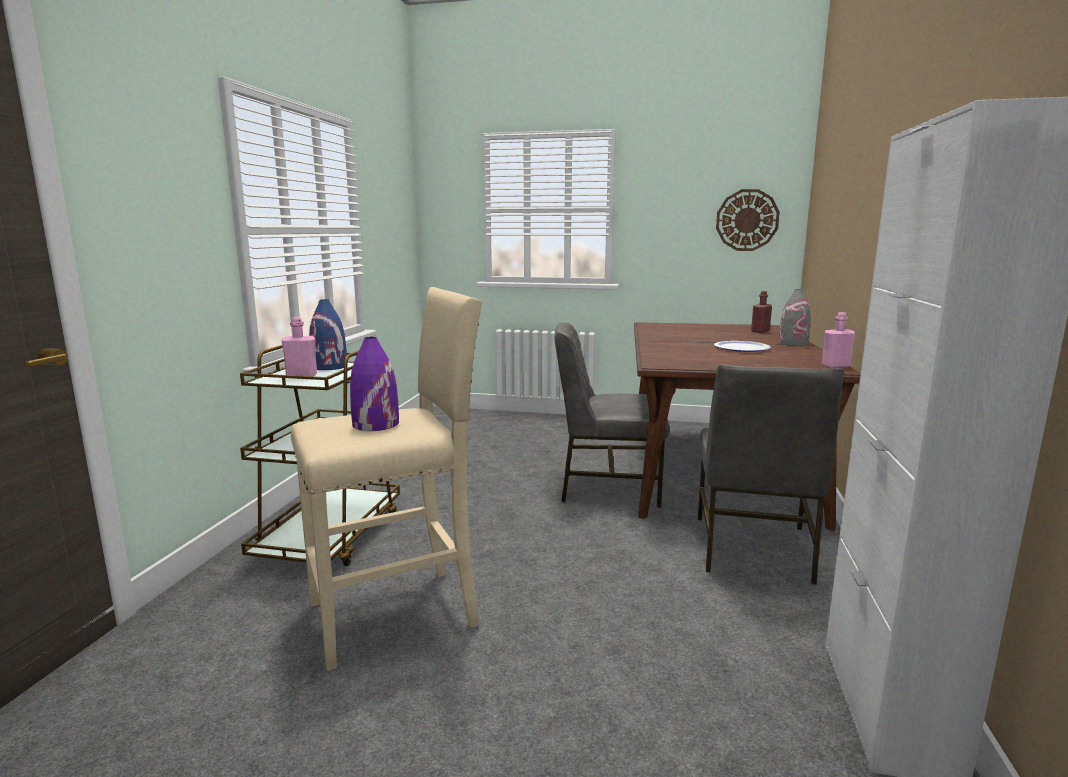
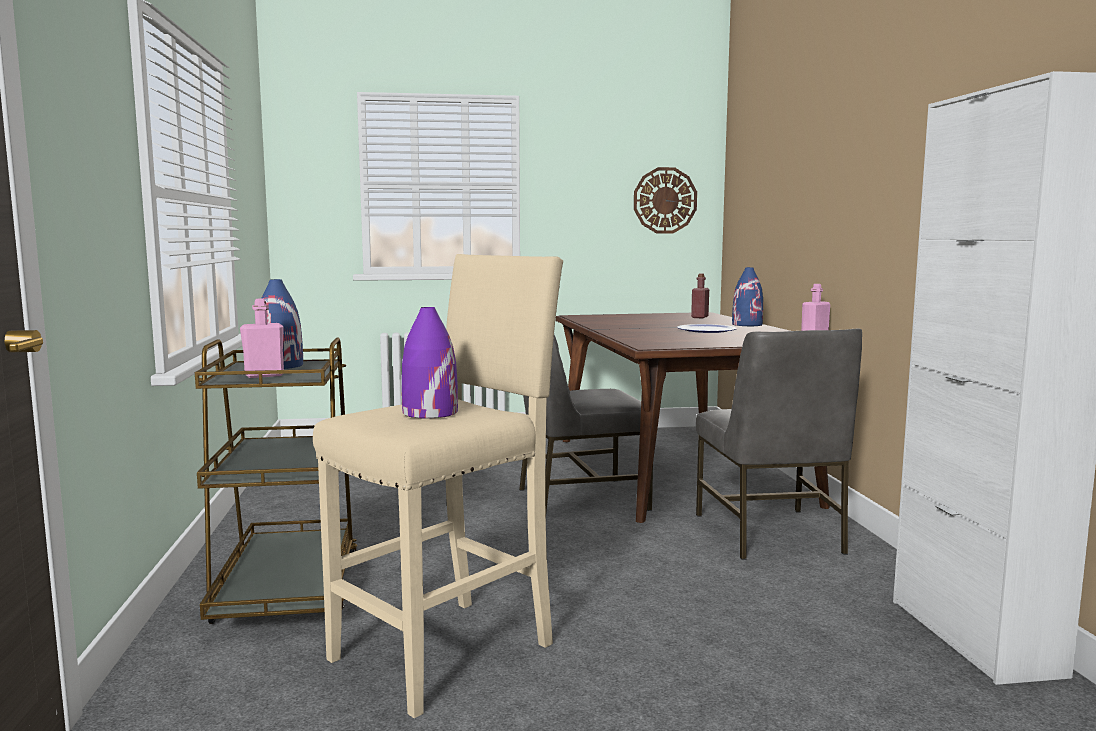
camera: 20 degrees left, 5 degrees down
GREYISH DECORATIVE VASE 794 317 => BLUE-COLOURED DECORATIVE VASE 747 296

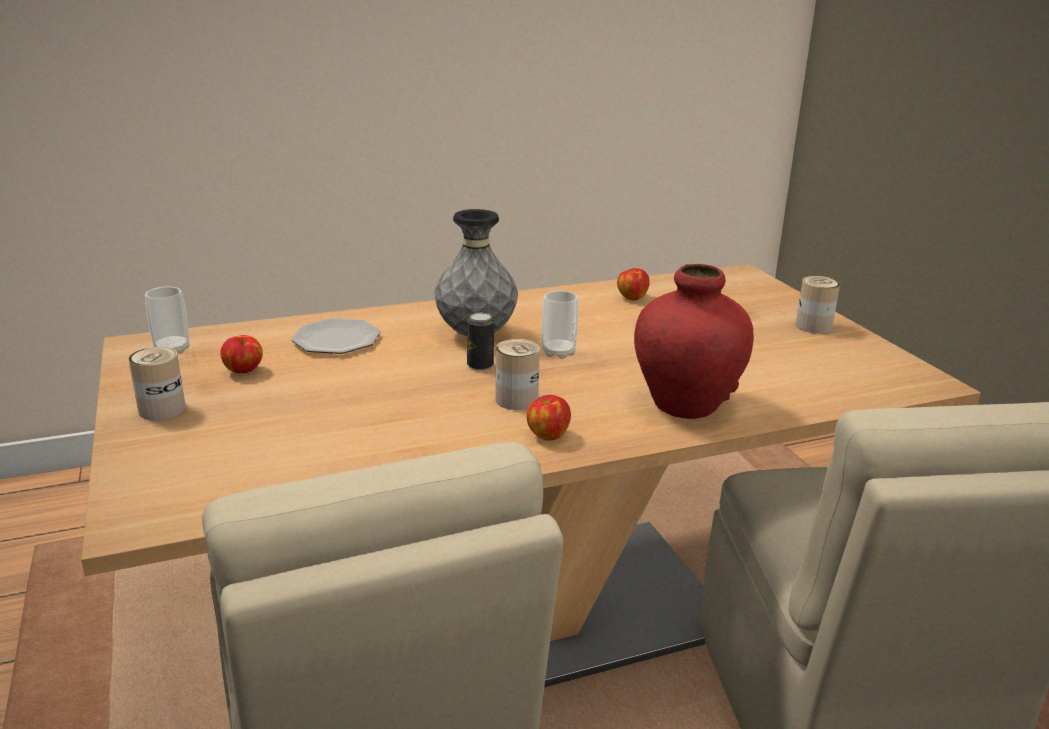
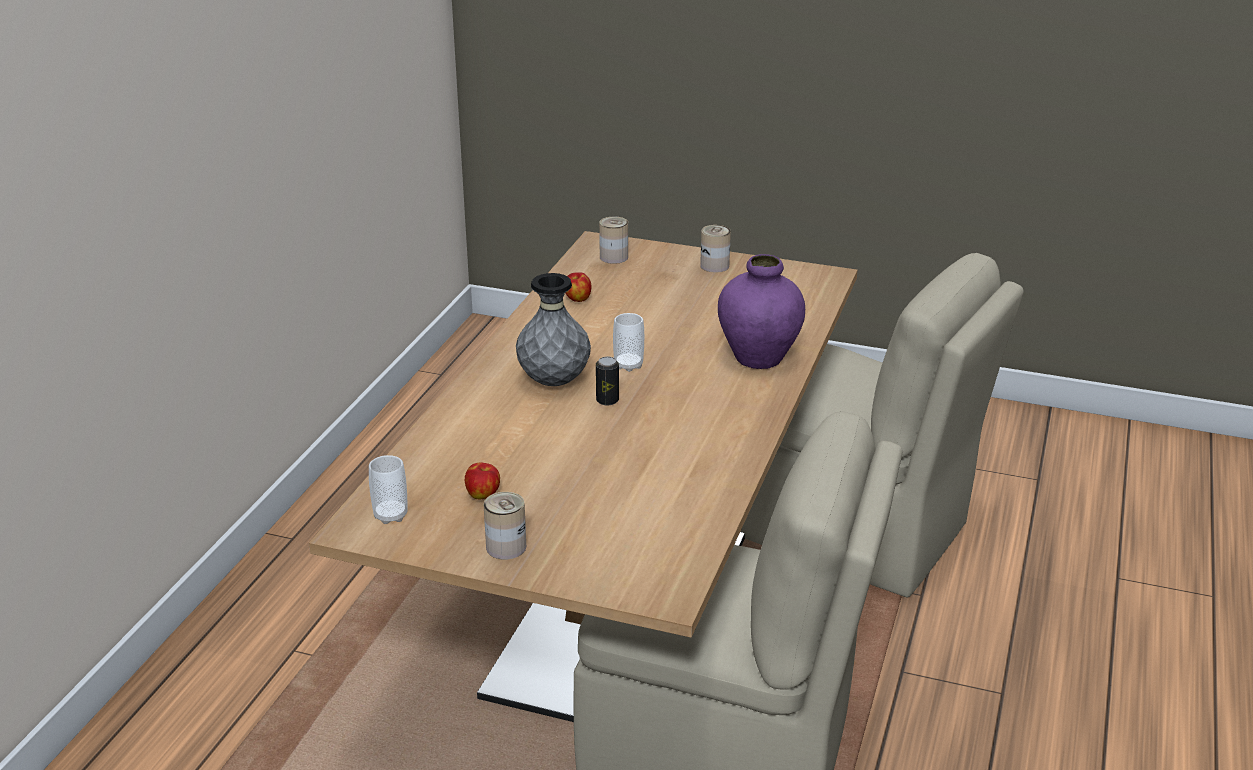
camera: 50 degrees left, 5 degrees up
FLAT DISH 336 336 => nothing
CAN 517 374 => CAN 613 240, move
APPLE 548 417 => nothing
RED DECORATIVE VASE 694 341 => PURPLE-COLOURED DECORATIVE VASE 761 311

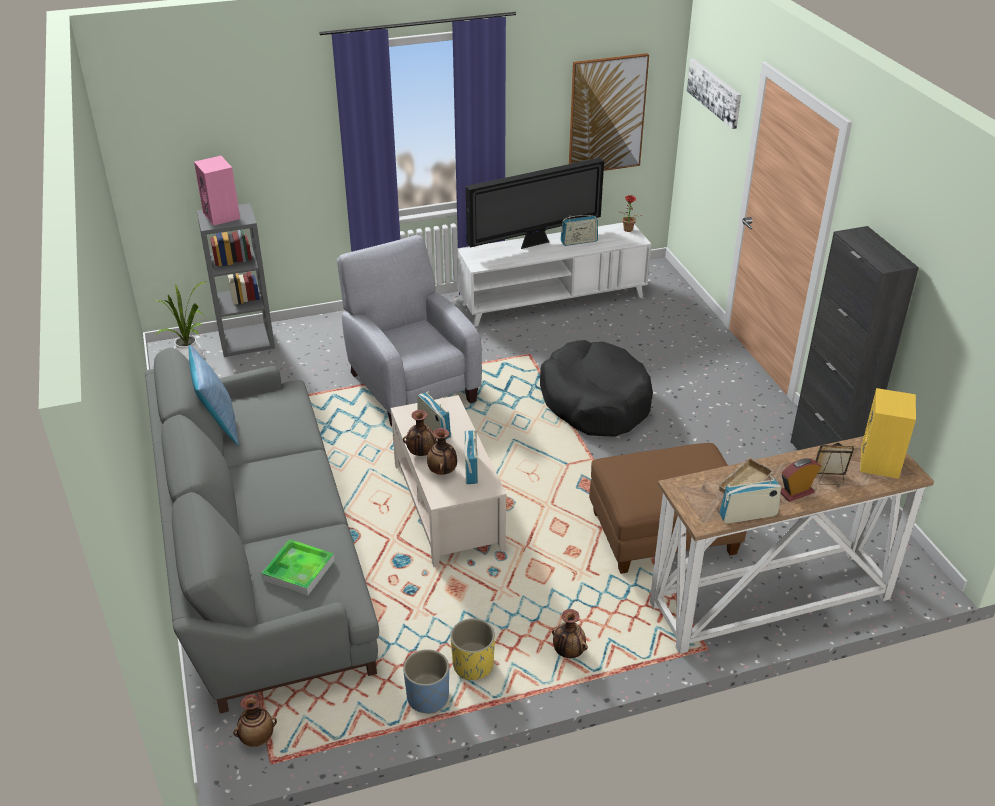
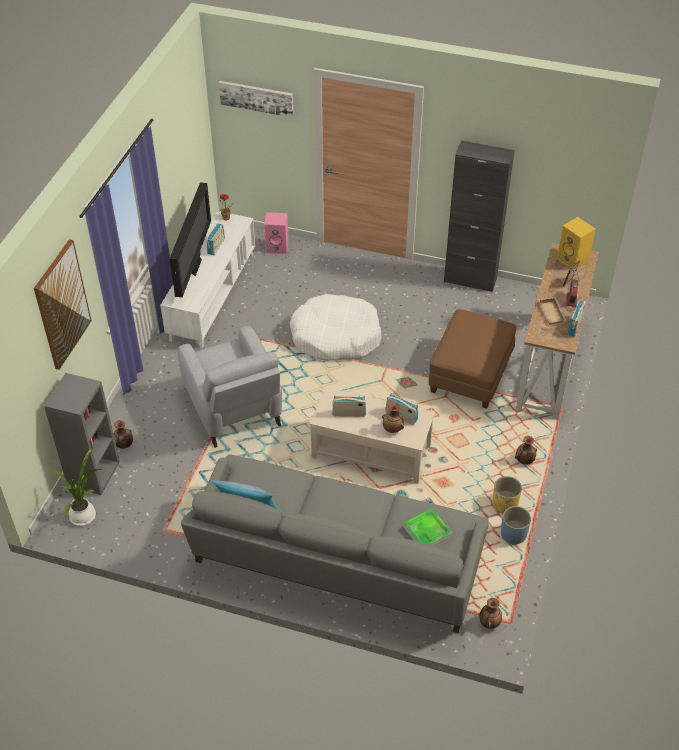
camera: 55 degrees left, 10 degrees up
PINK LOUDSPEAKER 217 191 => PINK LOUDSPEAKER 276 233, move
GREYISH ARMCHAIR 409 330 => GREYISH ARMCHAIR 230 387, 120 degrees counterclockwise
DECORATIVE VASE 420 433 => DECORATIVE VASE 123 434, move
BLACK-COLOURED DOG CUSHION 596 388 => WHITE-COLOURED DOG CUSHION 336 327
WALL ART 609 112 => WALL ART 63 304, move

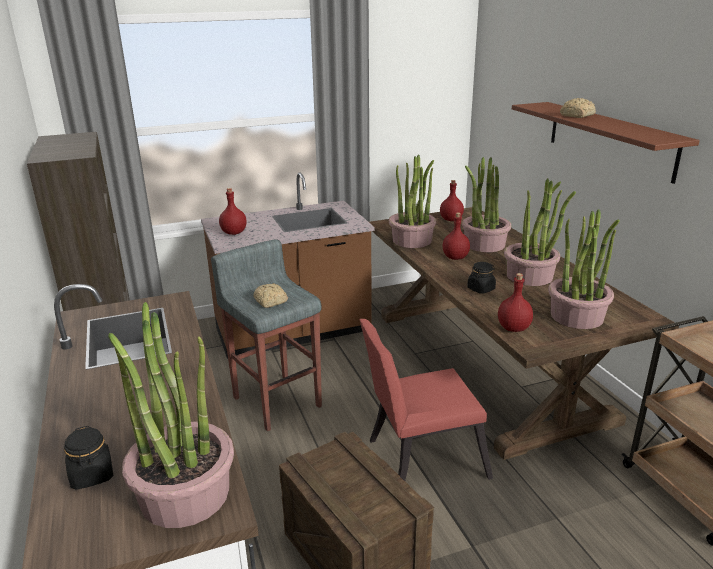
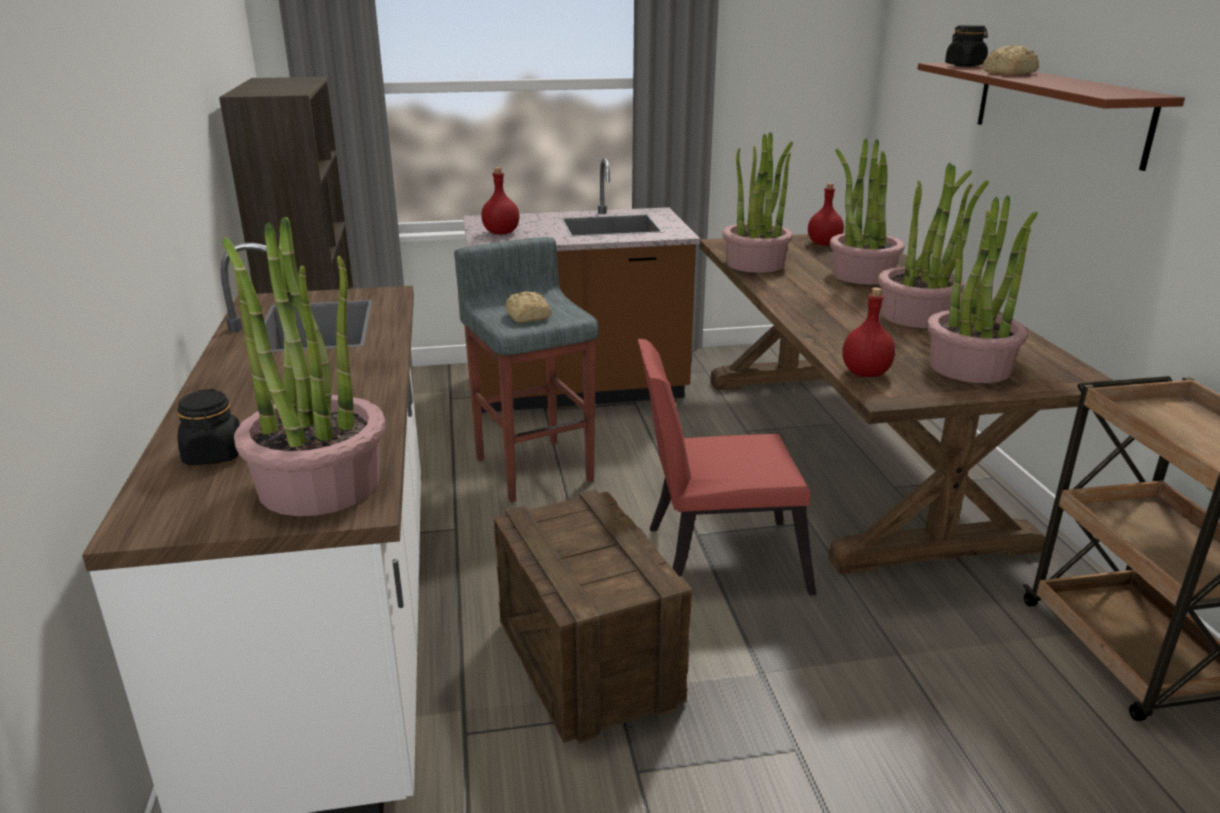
camera: 10 degrees right, 0 degrees up
RED BOTTLE 456 236 => nothing
BLACK-COLOURED STORAGE JAR 482 278 => BLACK-COLOURED STORAGE JAR 966 46, move

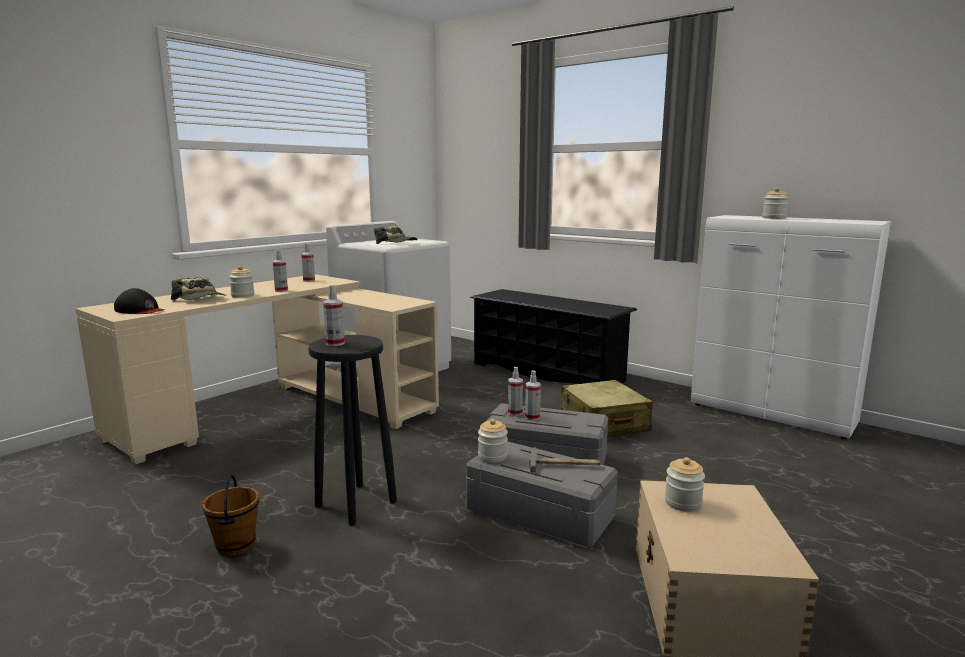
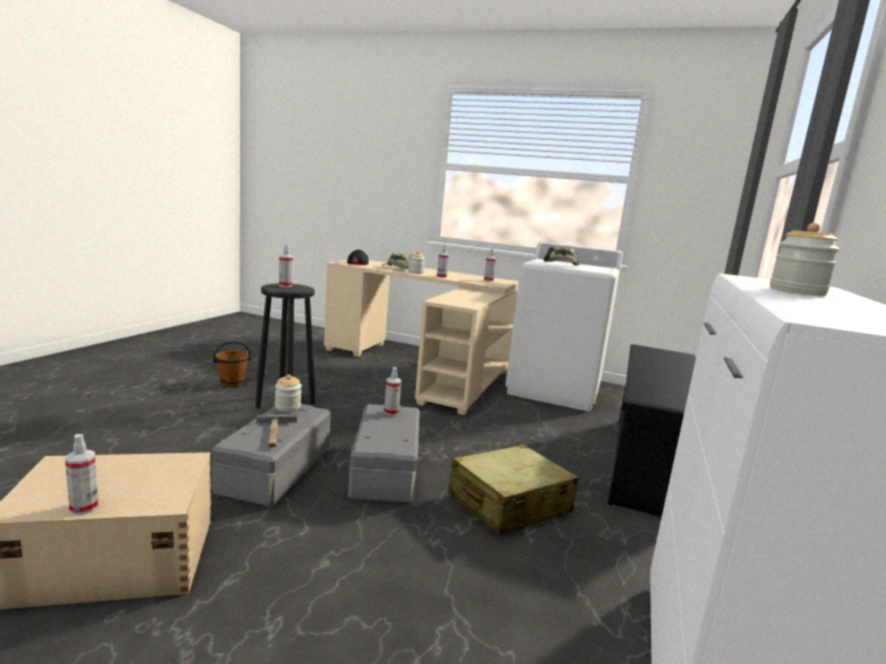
camera: 70 degrees right, 0 degrees up
HAND SPRAYER 533 395 => HAND SPRAYER 82 474, move
STORAGE JAR 685 484 => nothing

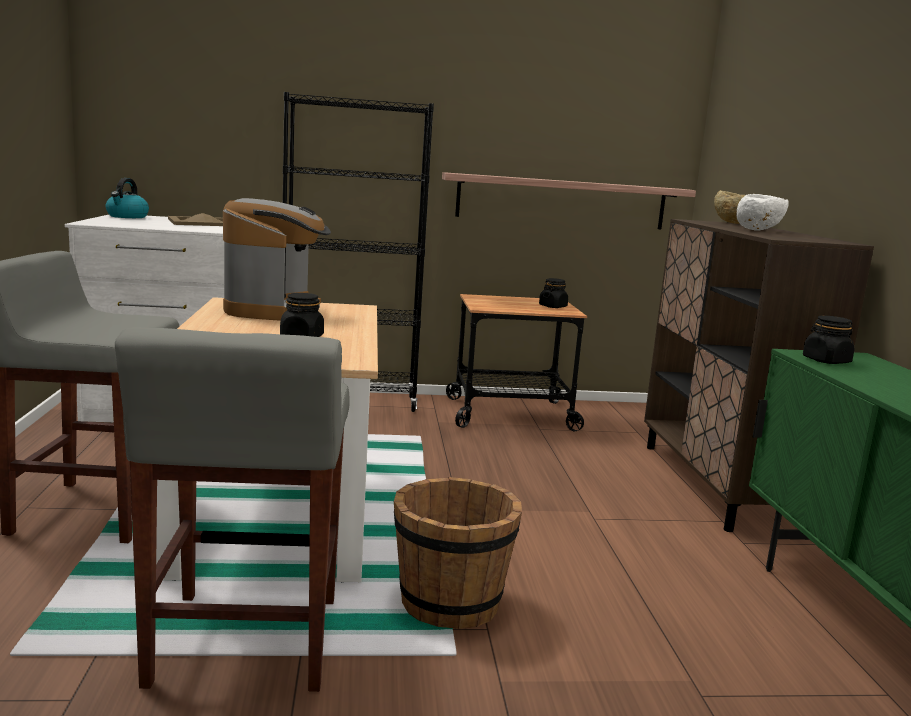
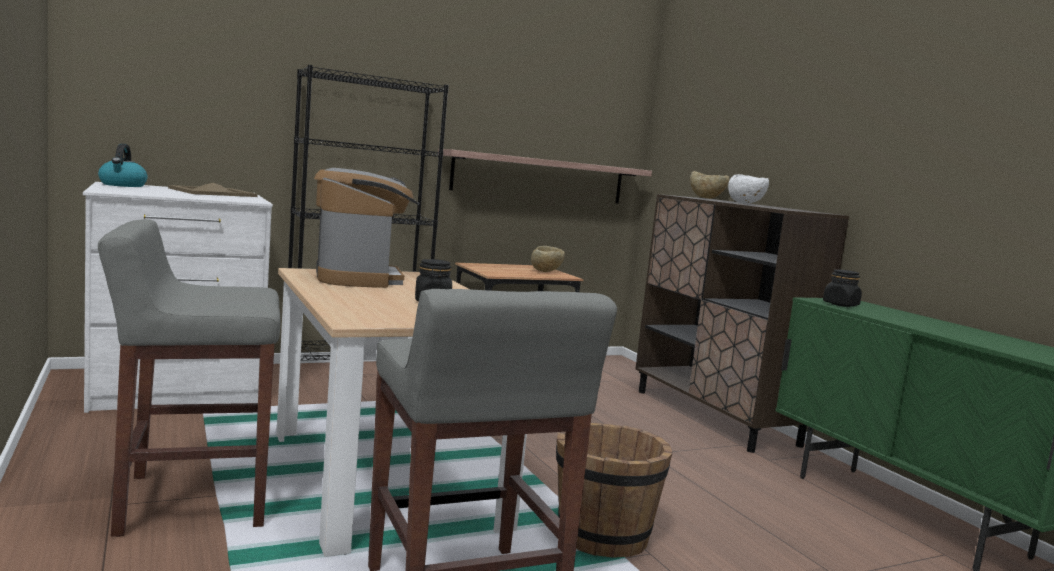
camera: 20 degrees left, 5 degrees down
BLACK-COLOURED STORAGE JAR 553 293 => BEIGE-COLOURED SERVING BOWL 548 259

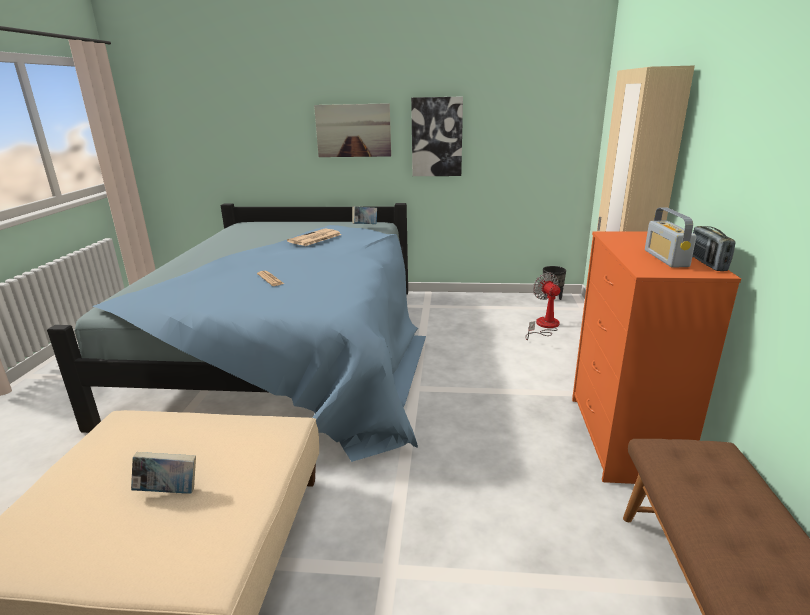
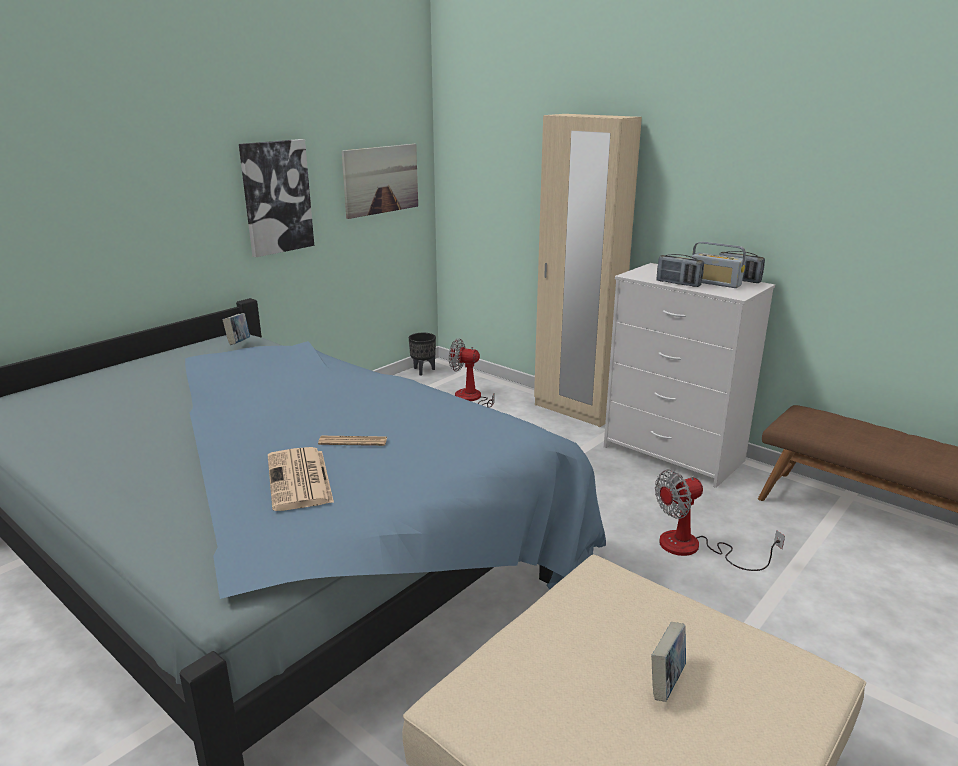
camera: 55 degrees left, 0 degrees up
PRINTED PAPER 314 237 => PRINTED PAPER 301 479, move
WALL ART 352 130 => WALL ART 380 181, move
ORANGEY CHEST OF DRAWERS 656 357 => WHITE-COLOURED CHEST OF DRAWERS 689 375
nothing => ELECTRIC FAN 720 520
nothing => RADIO 680 270

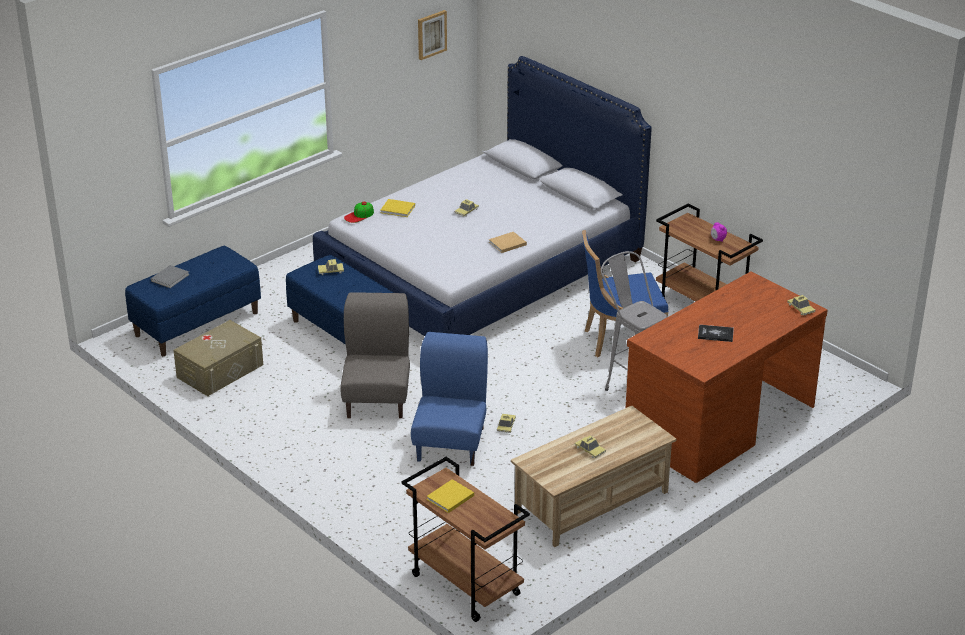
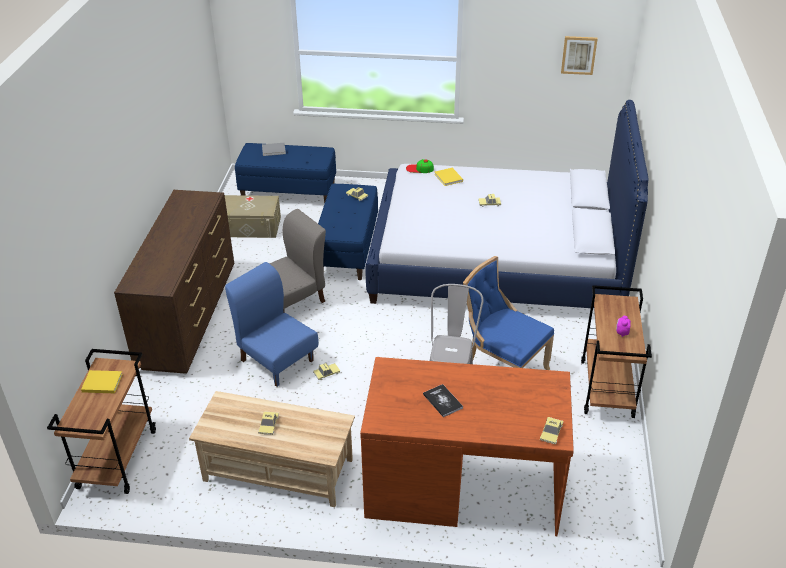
camera: 50 degrees right, 5 degrees up
BLUE-COLOURED UPRIGHT CHAIR 449 399 => BLUE-COLOURED UPRIGHT CHAIR 272 324, 105 degrees counterclockwise
BEIGE-COLOURED BOUND BOOK 508 242 => nothing
nothing => BROWN CHEST OF DRAWERS 174 282

